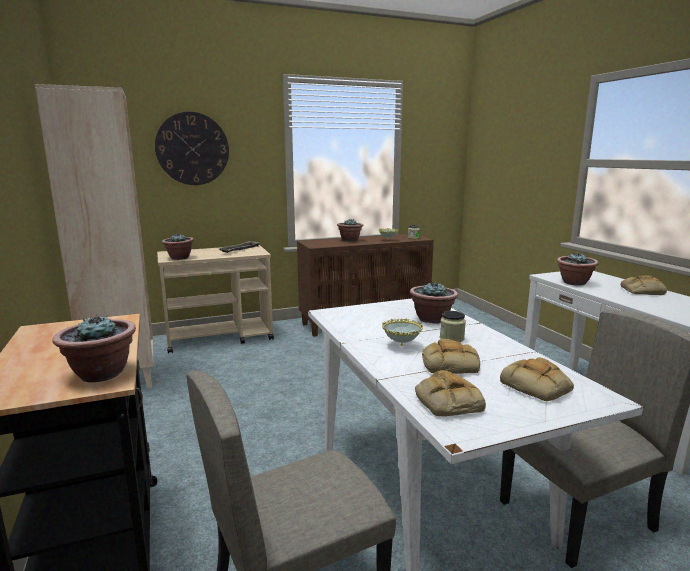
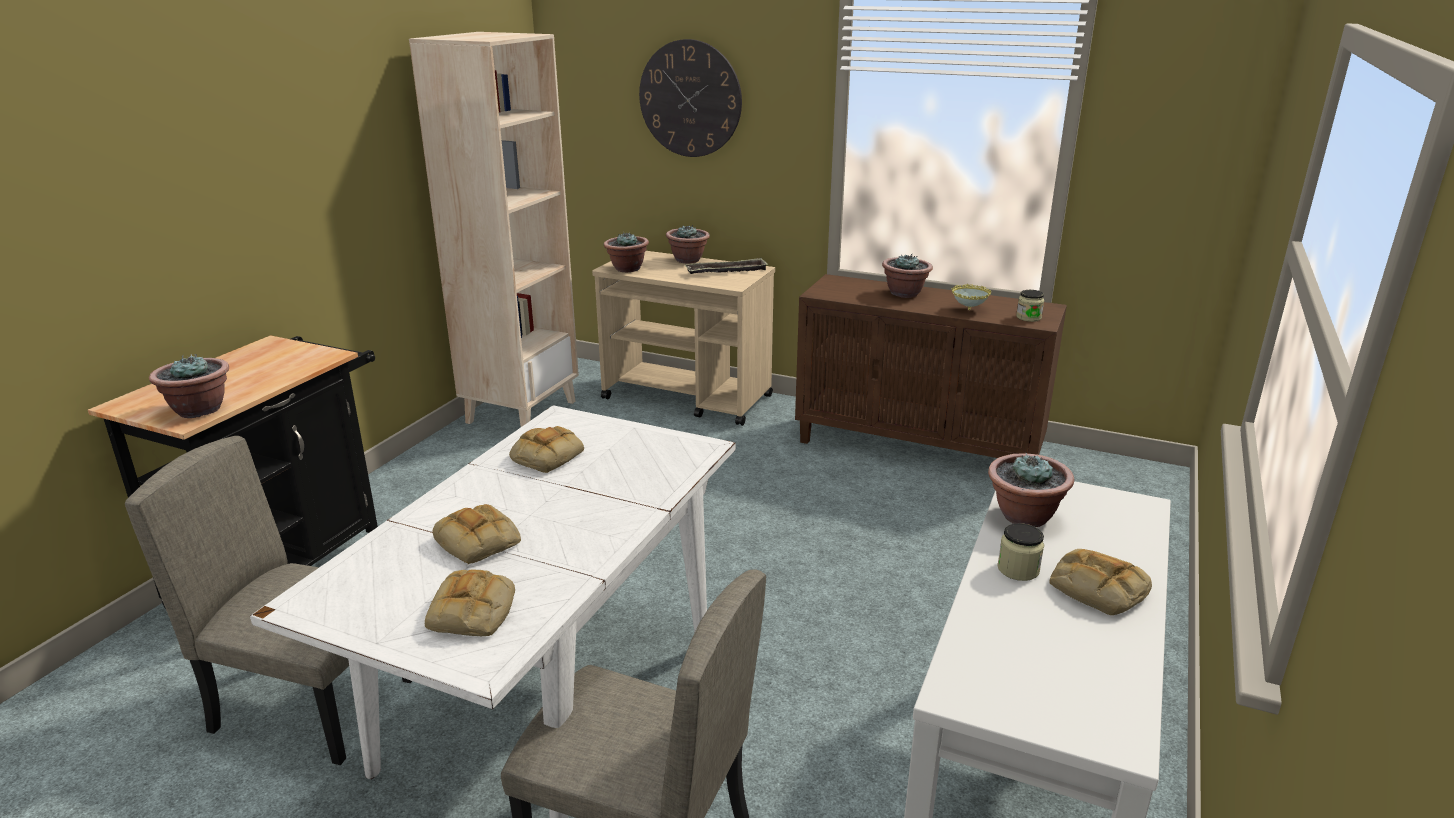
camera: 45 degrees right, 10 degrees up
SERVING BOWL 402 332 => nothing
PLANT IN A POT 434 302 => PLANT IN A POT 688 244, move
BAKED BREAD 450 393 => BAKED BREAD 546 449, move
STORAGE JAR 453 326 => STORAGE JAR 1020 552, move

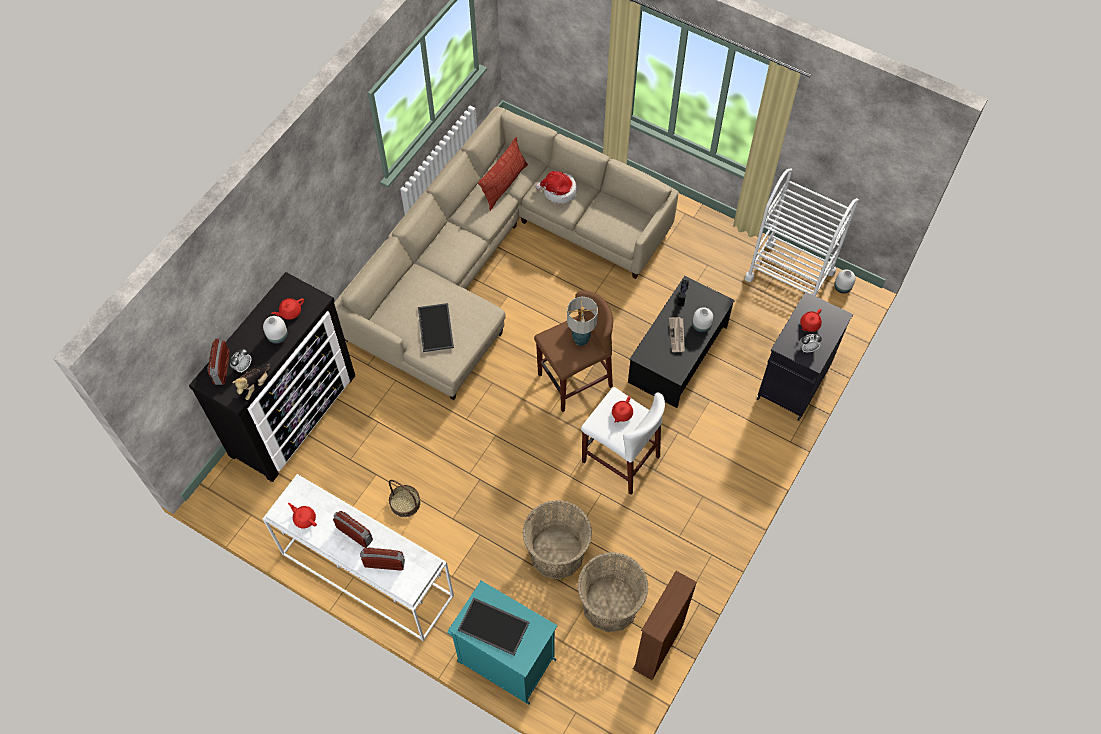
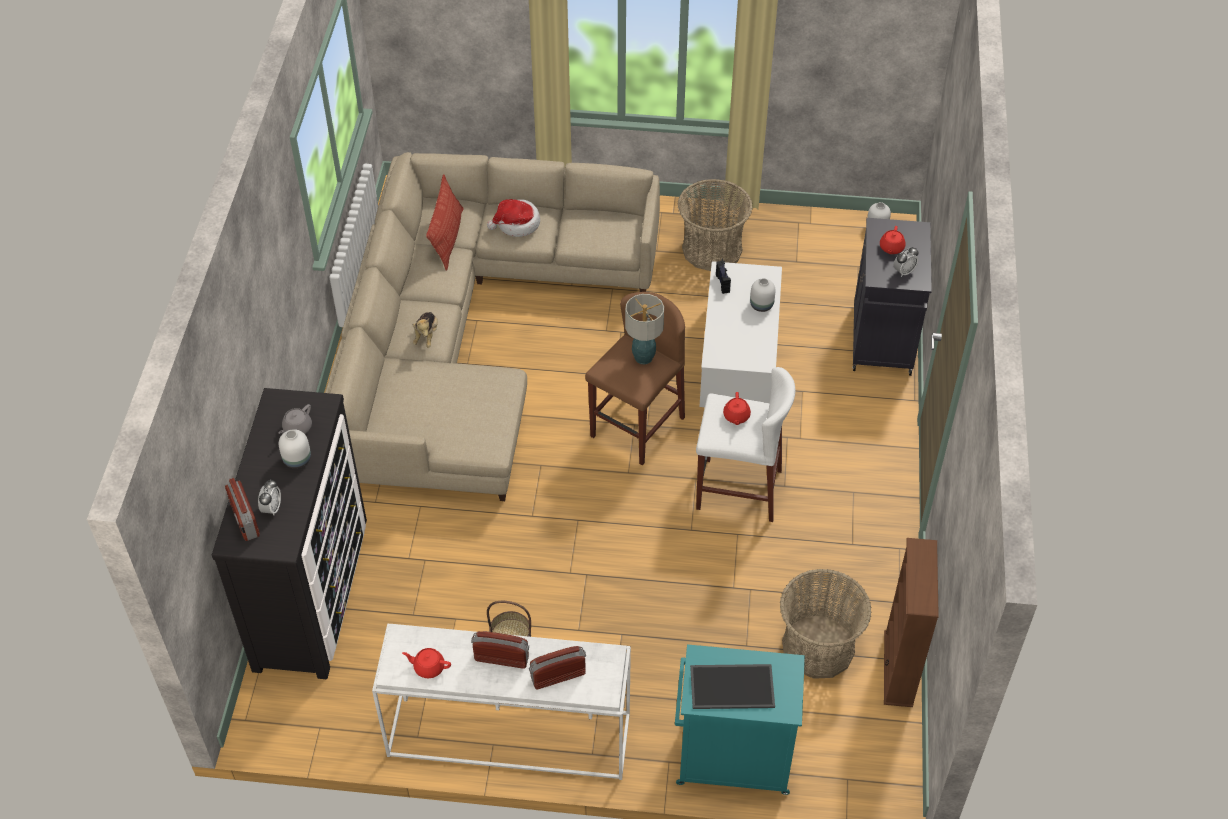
camera: 25 degrees left, 10 degrees down
CUDDLY TOY 251 382 => CUDDLY TOY 425 330, move
RED TEAPOT 287 309 => GREYISH TEAPOT 295 419
SERVING TRAY 436 327 => nothing
STORAGE BASKET 557 539 => STORAGE BASKET 715 225, move
BLACK-COLOURED LOW TABLE 681 342 => WHITE-COLOURED LOW TABLE 740 334
PRINTED PAPER 677 334 => nothing
WHITE-COLOURED WHEELED CART 802 232 => nothing

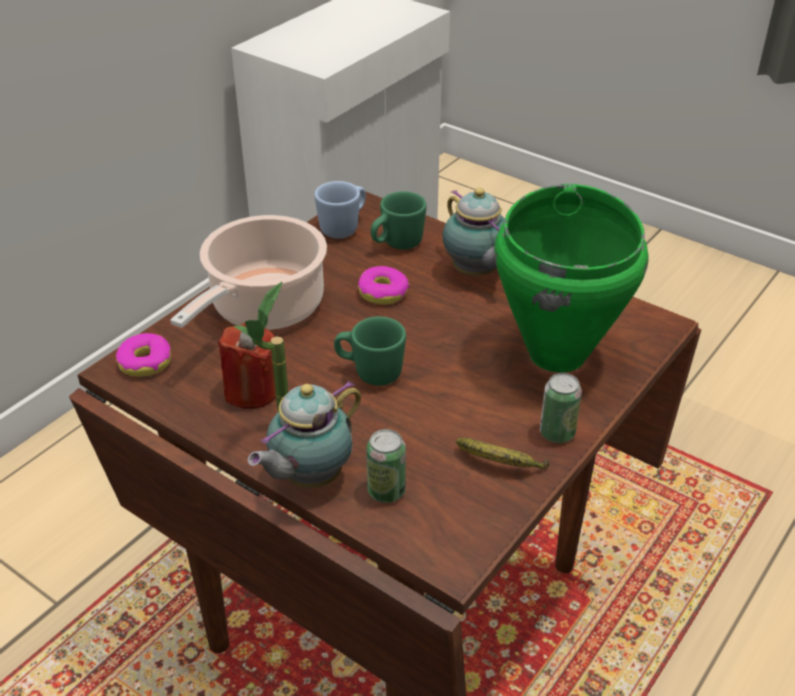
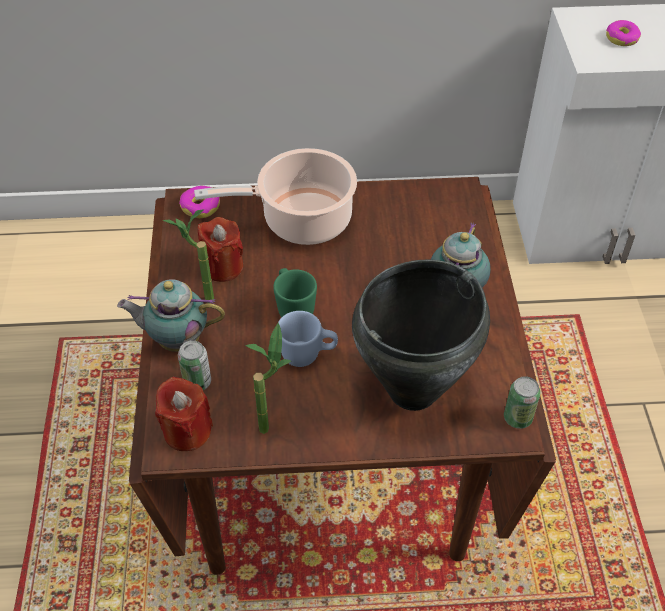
camera: 50 degrees right, 10 degrees up
BLUE-COLOURED MUG 340 209 => BLUE-COLOURED MUG 308 339, move
DONUT 383 285 => DONUT 623 33, move
GREEN MUG 399 220 => nothing
WHOLE BANANA 502 453 => PLANT IN A POT 268 378
GREEN SAUCEPOT 571 278 => BLACK-COLOURED SAUCEPOT 421 335
CAN 561 408 => CAN 522 402, move
nothing => RED WAX CANDLE 184 414

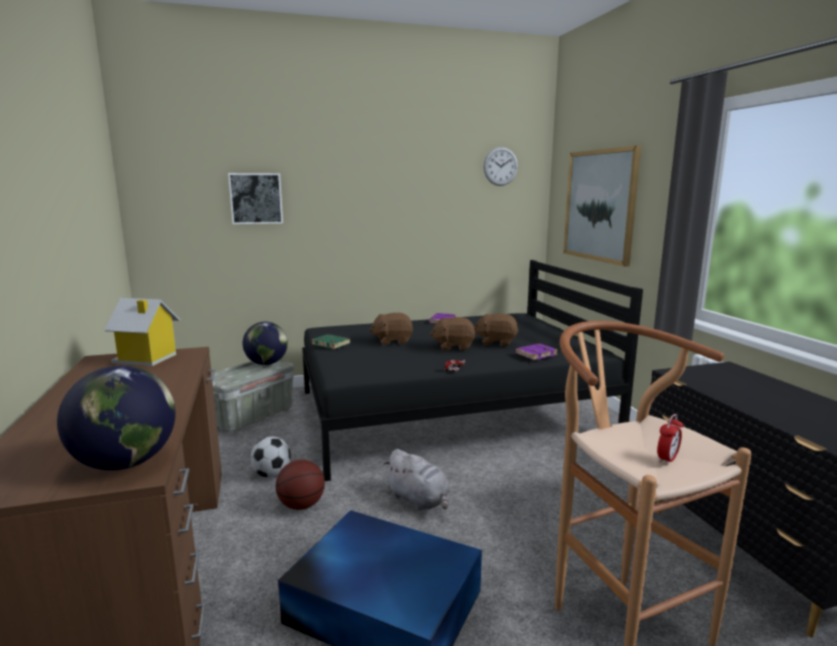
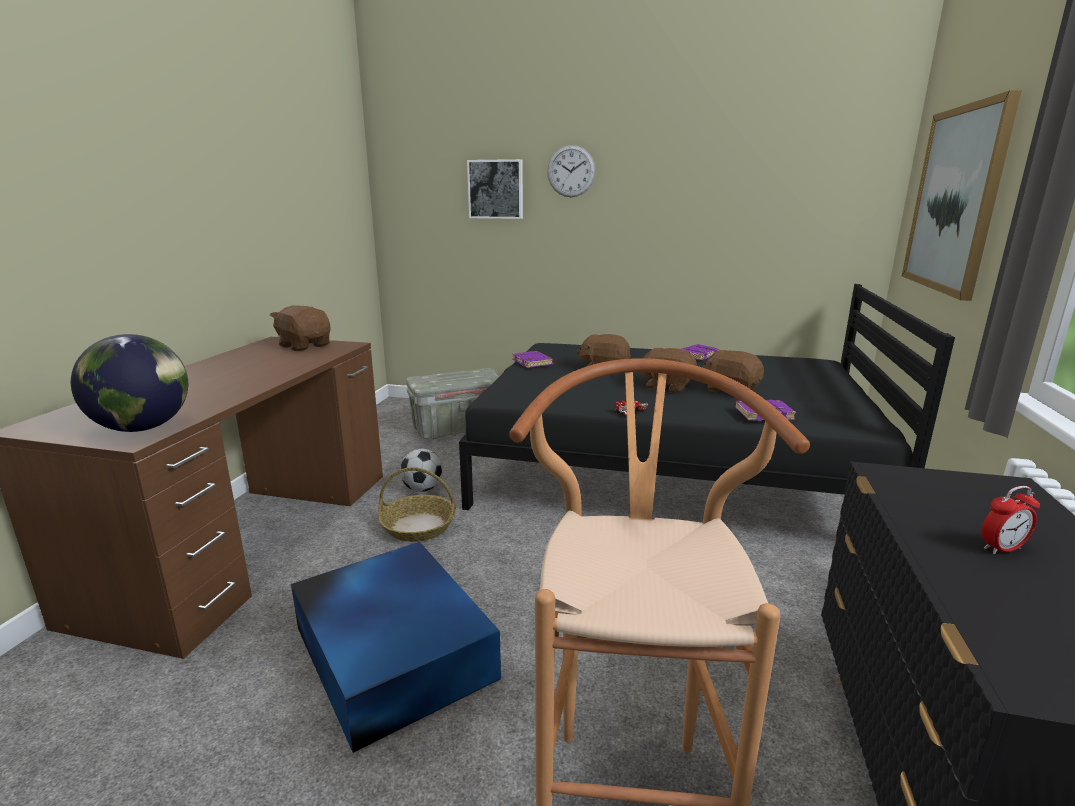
camera: 30 degrees right, 5 degrees up
MODEL HOUSE 142 332 => BROWN CUDDLY TOY 300 328
WORLD GLOBE 265 343 => nothing
BASKETBALL BALL 300 485 => STORAGE BASKET 417 504
GREEN BOUND BOOK 331 341 => PURPLE-COLOURED BOUND BOOK 533 359
GREYISH CUDDLY TOY 416 480 => nothing
HANGING CLOCK 500 166 => HANGING CLOCK 571 171, move
TABLE CLOCK 670 439 => TABLE CLOCK 1011 520, move

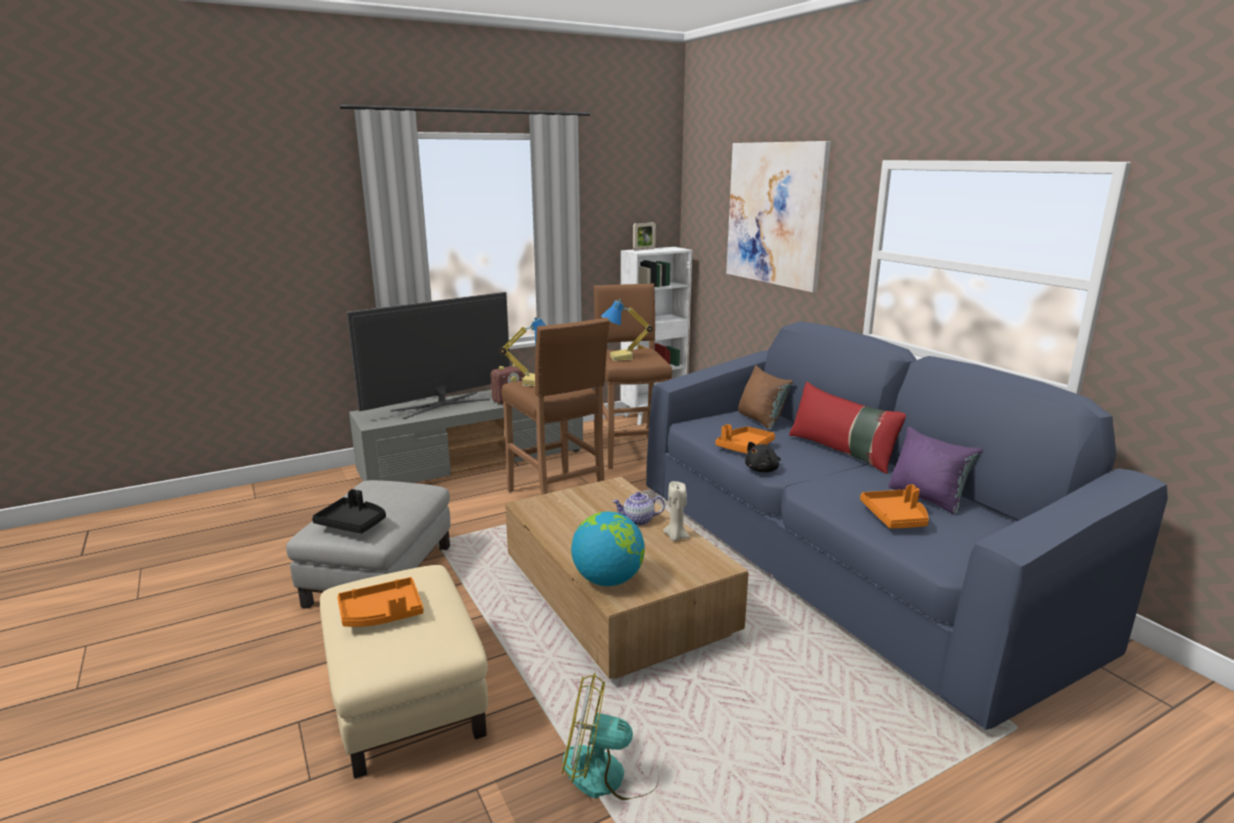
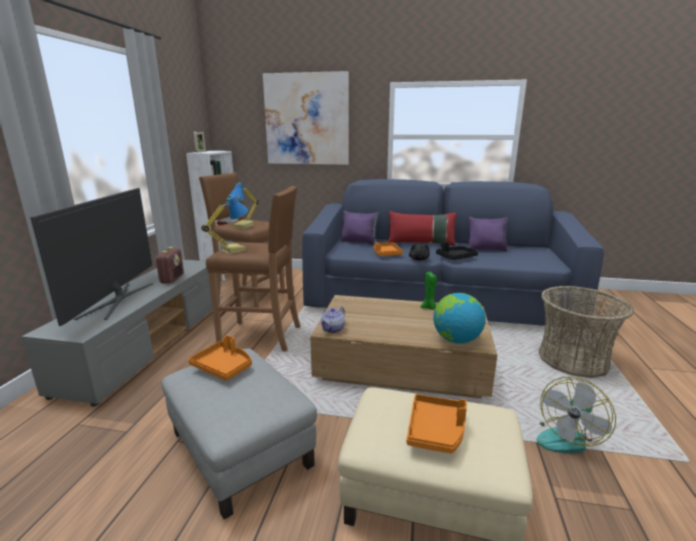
camera: 50 degrees left, 0 degrees up
BLACK-COLOURED SERVING TRAY 349 511 => BLACK-COLOURED SERVING TRAY 457 251, move
TEAPOT 638 508 => TEAPOT 332 320, move
BEIGE-COLOURED WAX CANDLE 676 511 => GREEN WAX CANDLE 429 291
BROWN CUSHION 765 397 => PURPLE-COLOURED CUSHION 360 227
ORANGEY SERVING TRAY 894 506 => ORANGEY SERVING TRAY 220 358, move
nothing => STORAGE BASKET 586 332

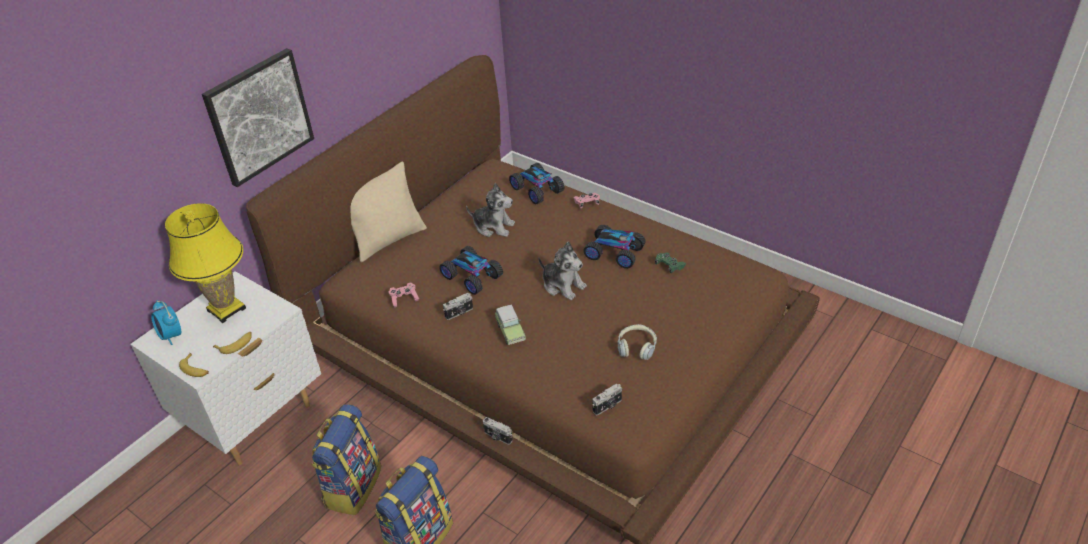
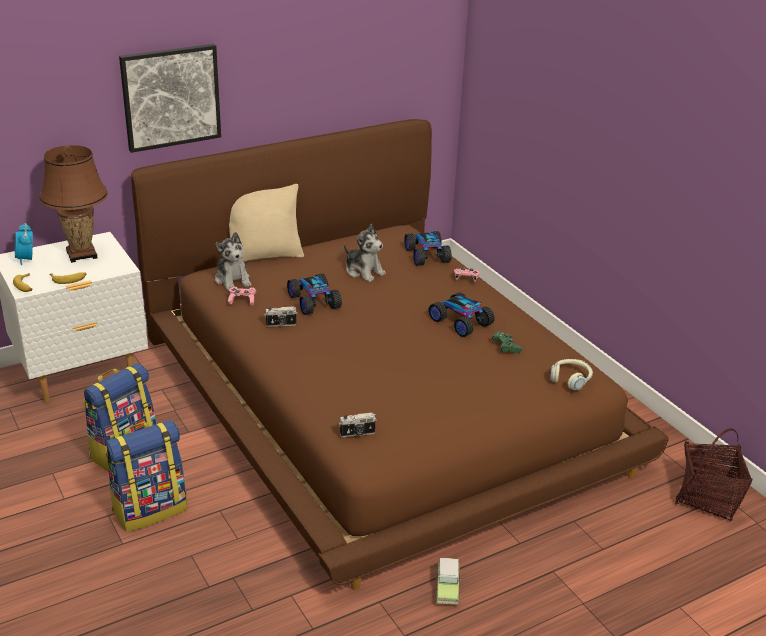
camera: 20 degrees right, 10 degrees down
YELLOWISH LAMP FOR A TABLE 205 263 => BROWN LAMP FOR A TABLE 73 204
STILL CAMERA 498 431 => nothing
MINIATURE CAR 510 324 => MINIATURE CAR 448 581, move
CUDDLY TOY 562 271 => CUDDLY TOY 233 261, move
HEADPHONES 637 342 => HEADPHONES 571 374, move
nothing => STORAGE BASKET 713 474

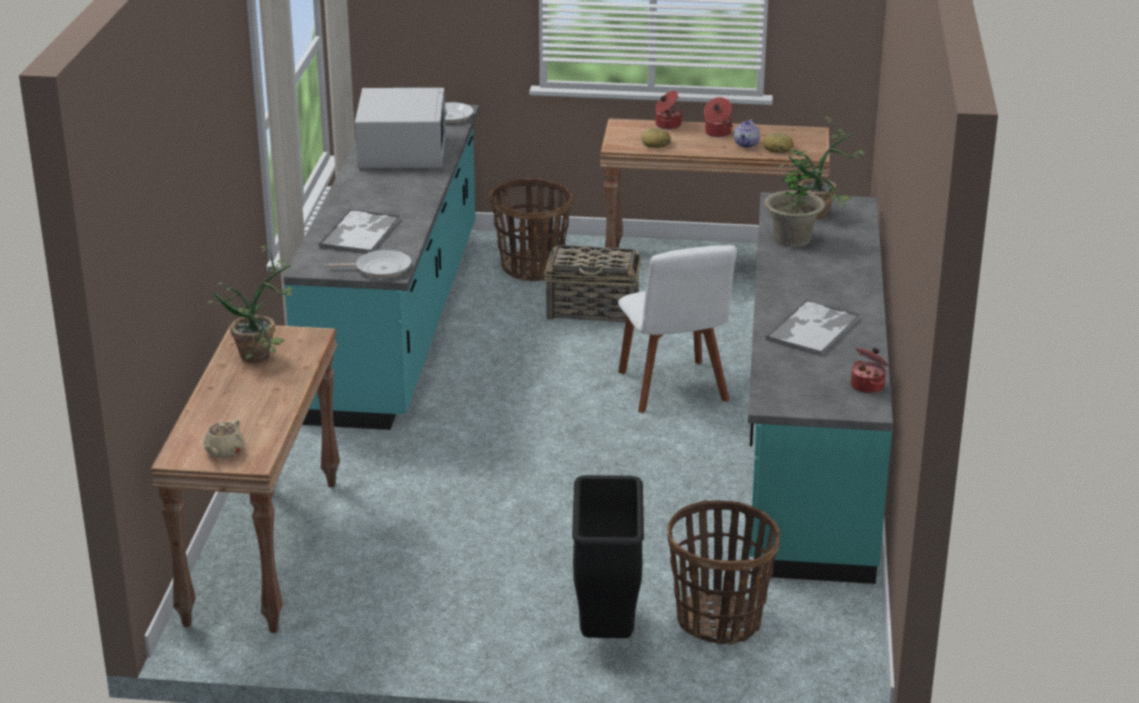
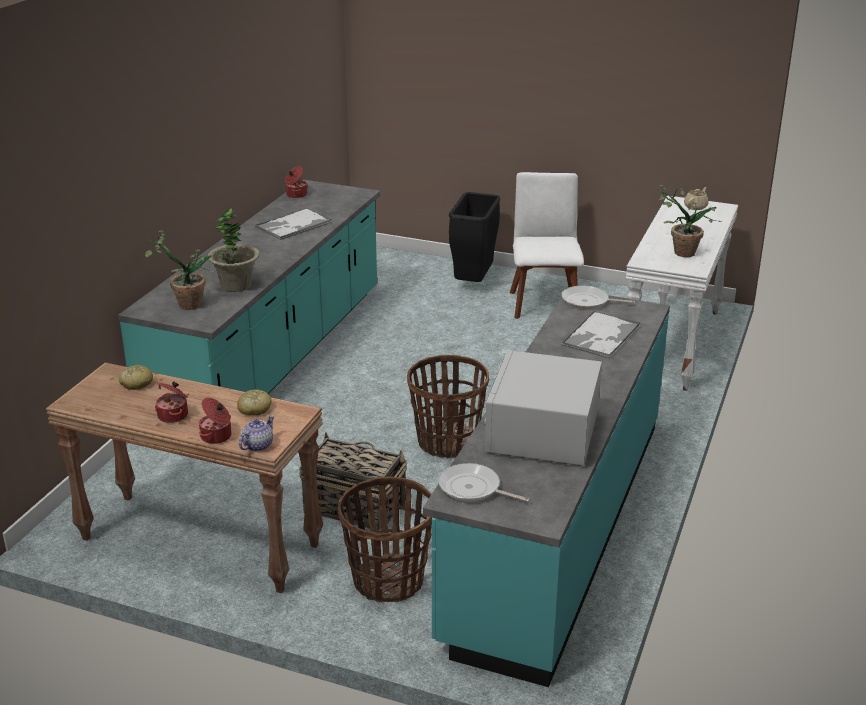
camera: 165 degrees left, 0 degrees up
BROWN HALL TABLE 245 478 => WHITE-COLOURED HALL TABLE 681 293
WHITE-COLOURED UPRIGHT CHAIR 677 329 => WHITE-COLOURED UPRIGHT CHAIR 547 245, move
STORAGE BASKET 723 572 => STORAGE BASKET 448 406, move
TEAPOT 747 133 => TEAPOT 256 433, move

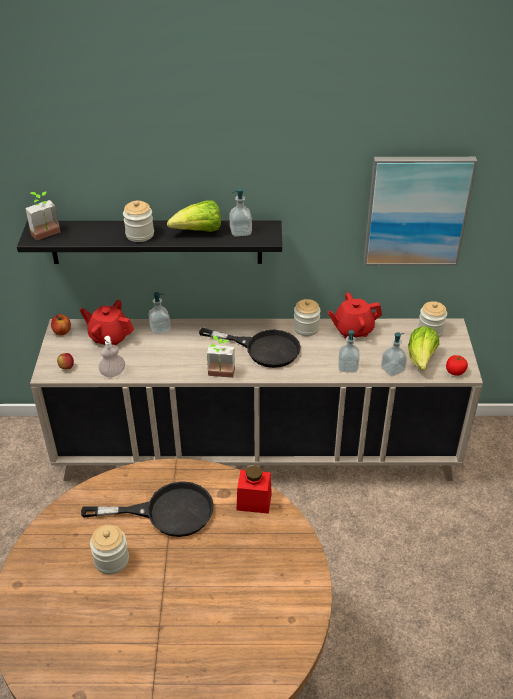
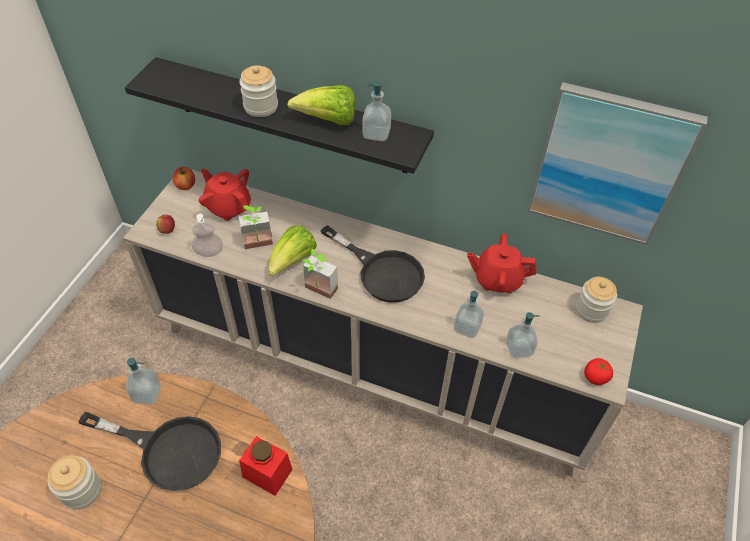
camera: 20 degrees right, 10 degrees up
PLANT IN A POT 42 216 => PLANT IN A POT 256 227, move
SOAP DISPENSER 159 313 => SOAP DISPENSER 143 381, move
STORAGE JAR 307 317 => nothing
LETTUCE 423 348 => LETTUCE 293 251, move

